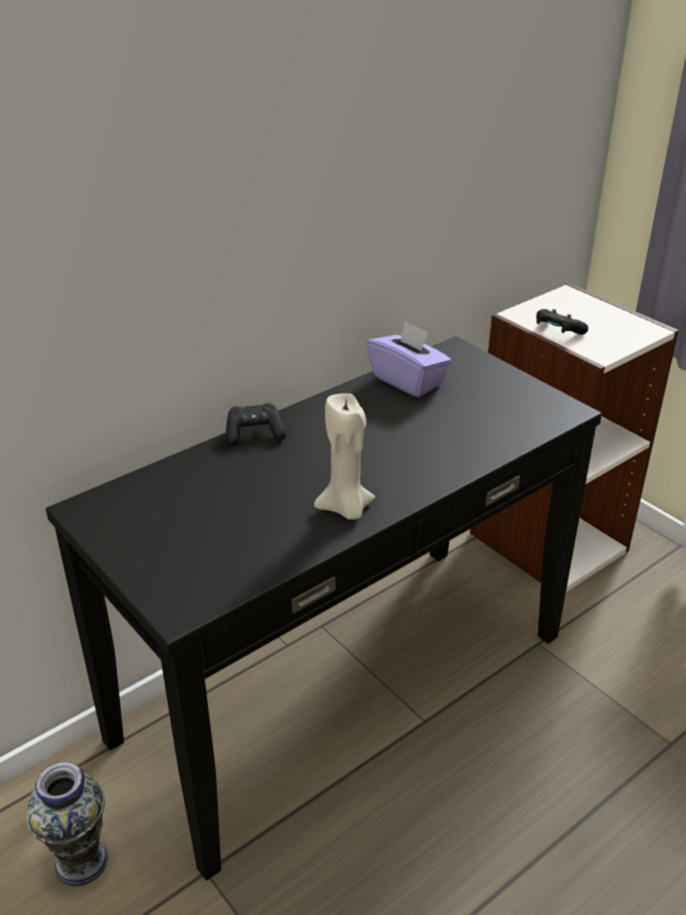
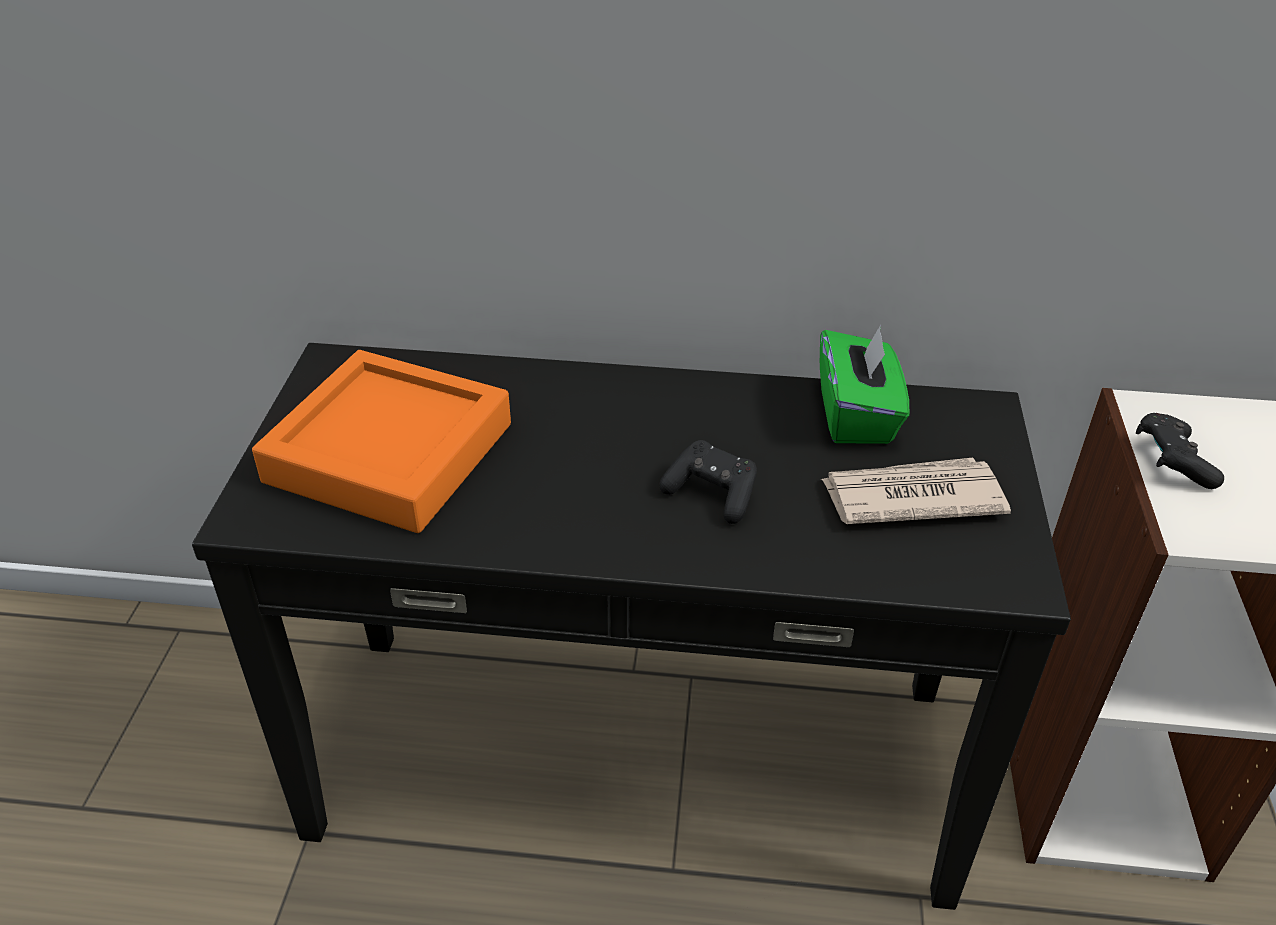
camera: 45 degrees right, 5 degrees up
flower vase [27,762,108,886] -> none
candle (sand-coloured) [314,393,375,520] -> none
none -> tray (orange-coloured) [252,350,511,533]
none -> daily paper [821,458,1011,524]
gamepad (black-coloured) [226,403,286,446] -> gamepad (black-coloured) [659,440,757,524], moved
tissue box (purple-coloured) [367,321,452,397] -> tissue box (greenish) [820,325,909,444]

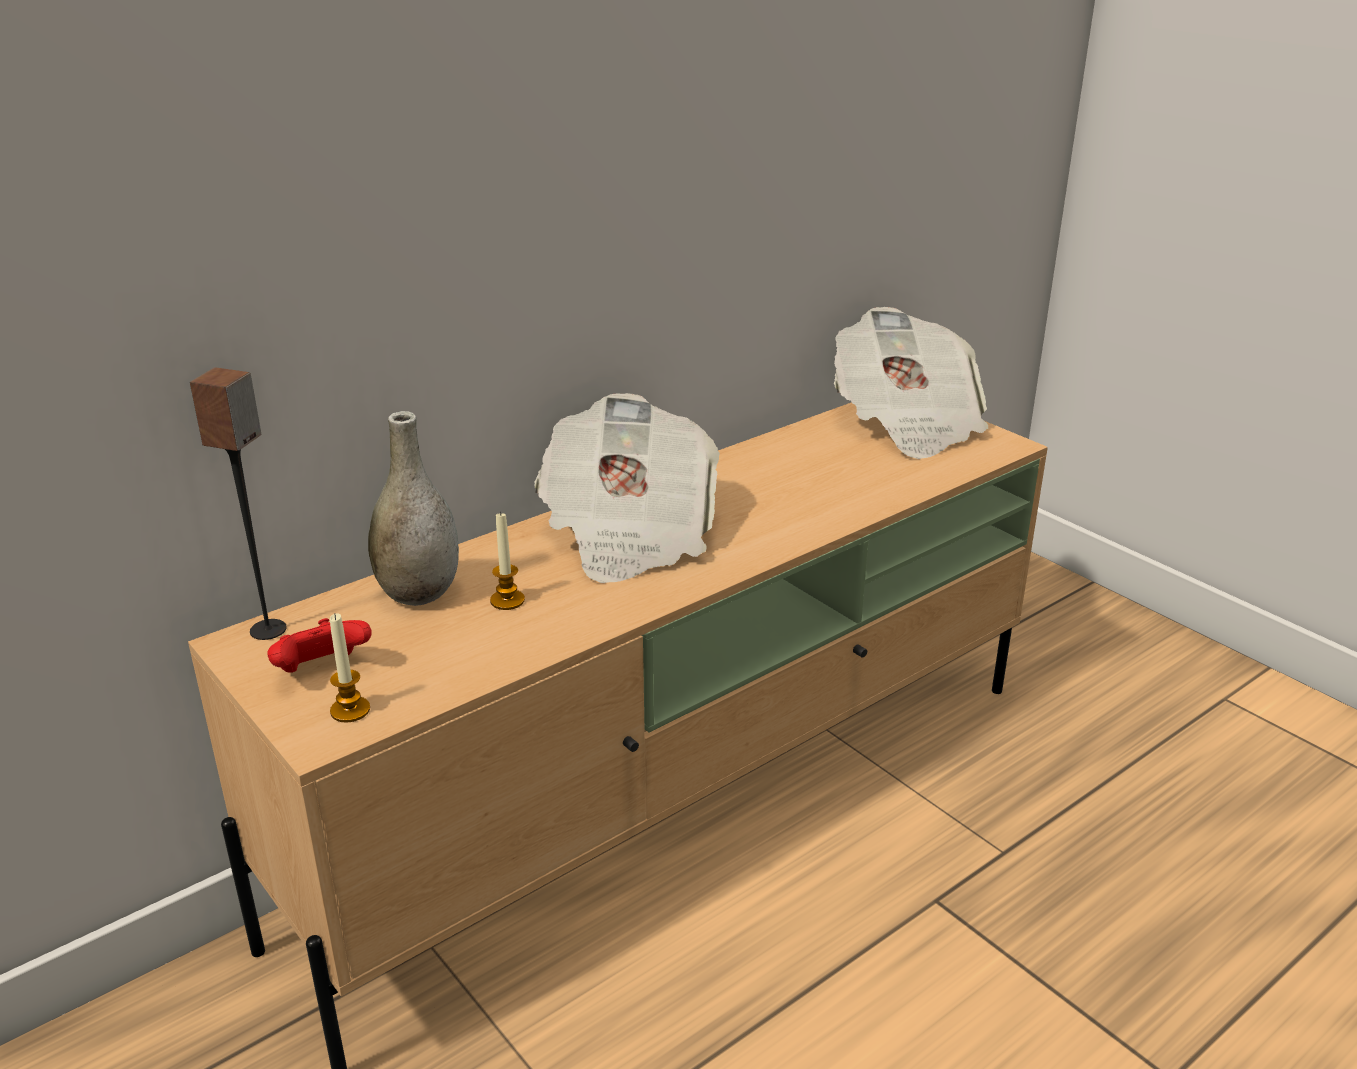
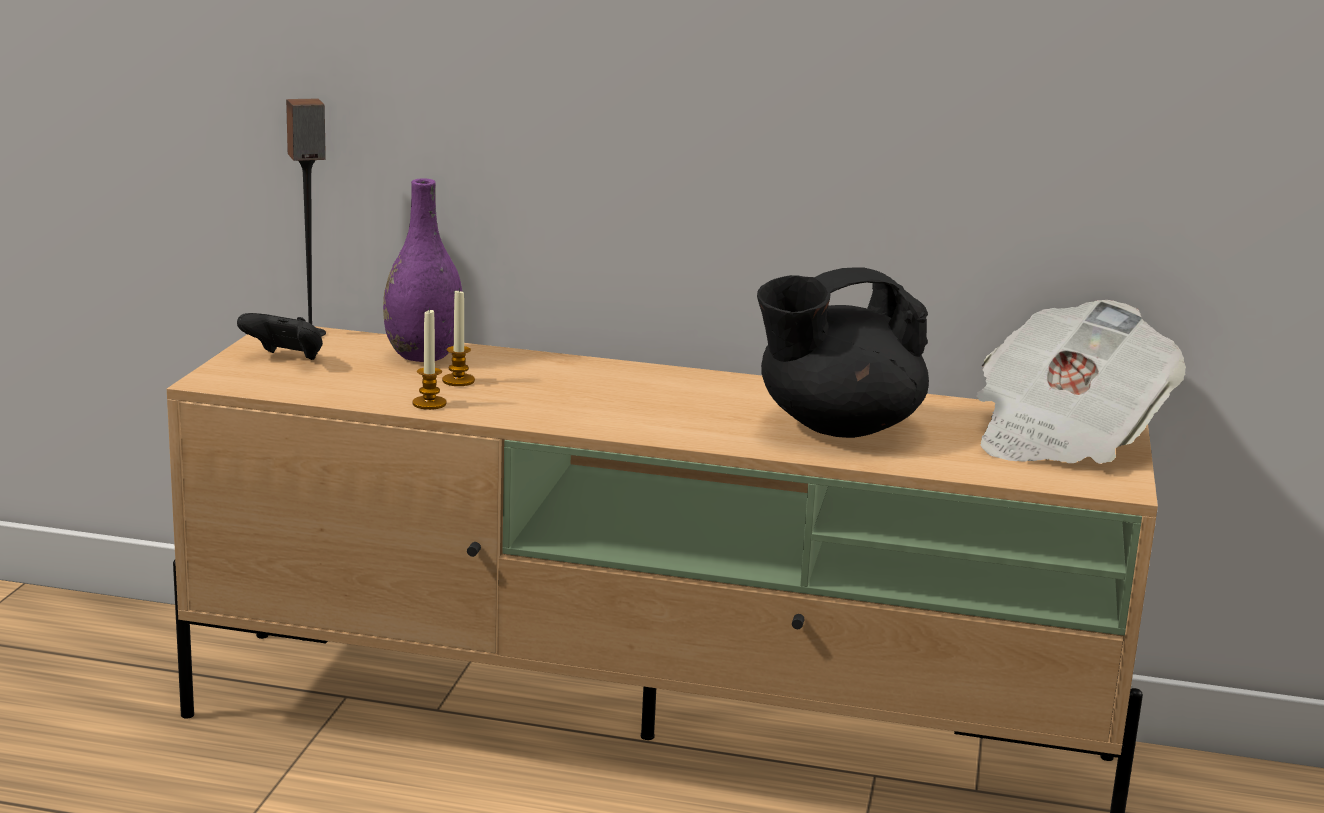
camera: 50 degrees right, 10 degrees down
daily paper [534,393,720,583] -> none
none -> tea pot (black-coloured) [757,267,929,438]
candle [330,613,370,723] -> candle [412,308,446,410], moved
gamepad (red) [267,618,372,673] -> gamepad (black-coloured) [237,313,323,360]
flower vase (grey) [368,411,459,606] -> flower vase (purple-coloured) [383,178,462,362]

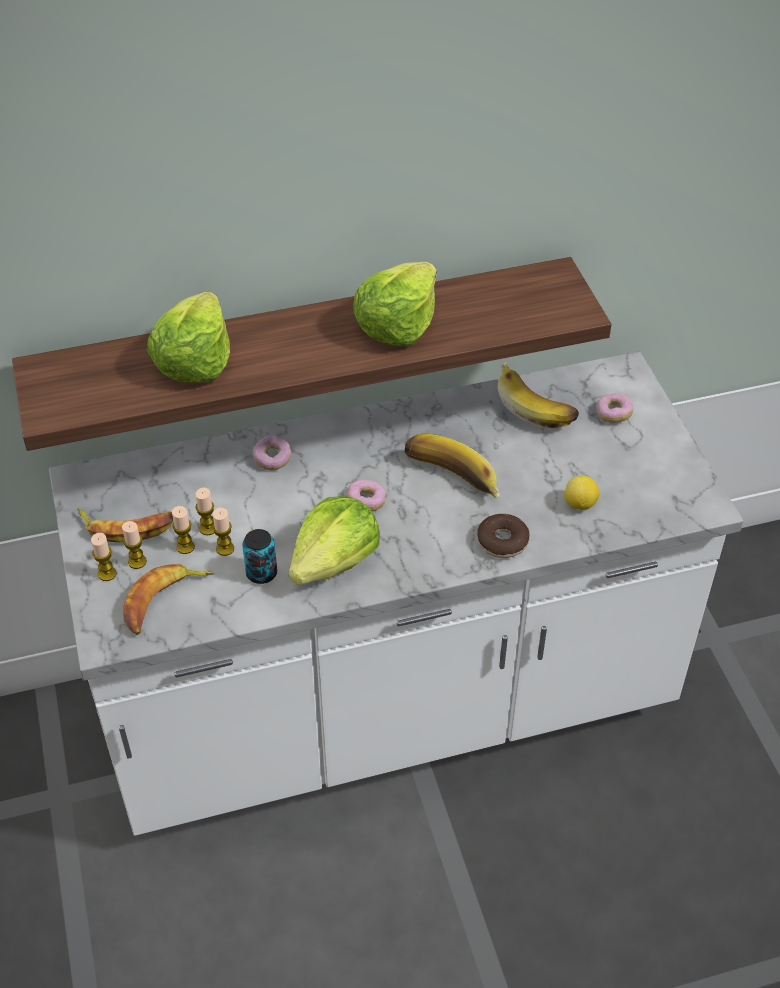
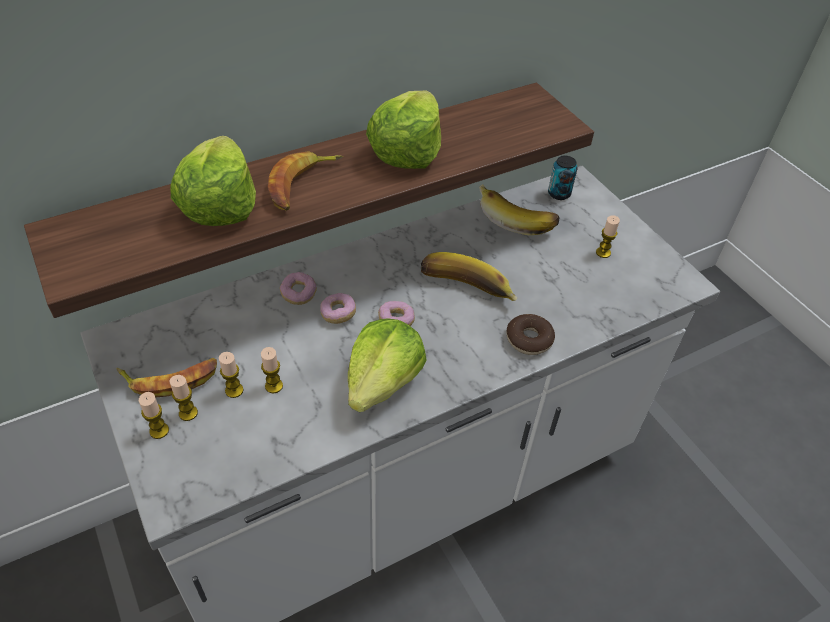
camera: 15 degrees left, 0 degrees up
citrus fruit [564,476,599,510] -> none
banana fruit [123,564,214,635] -> banana fruit [268,151,343,211], moved
candle [195,488,214,535] -> candle [596,215,620,258], moved
metal can [242,529,277,584] -> metal can [548,156,578,200], moved
doughnut [596,393,633,423] -> doughnut [320,293,356,324], moved

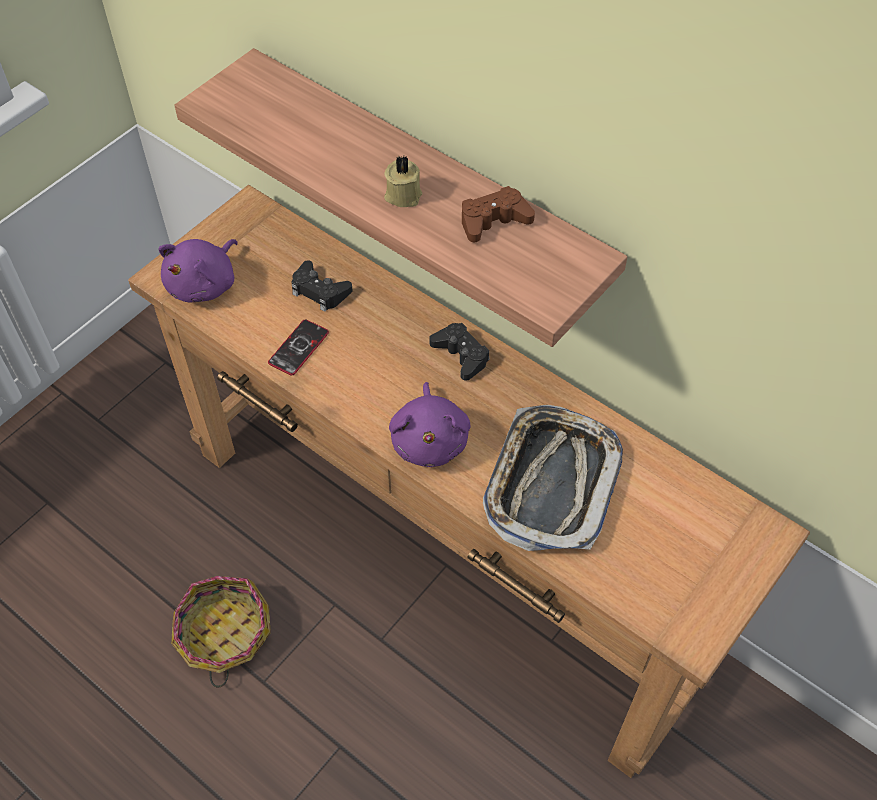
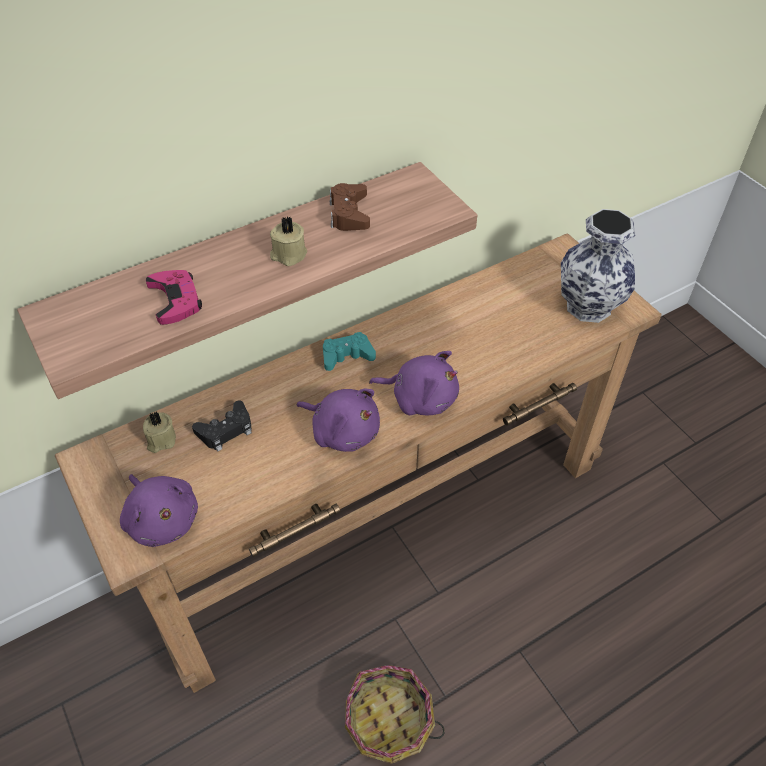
camera: 70 degrees left, 5 degrees down
handset [268,319,329,376] -> none
tray [483,405,623,551] -> none
none -> candle (sand-coloured) [143,411,176,453]
none -> gamepad (pink-coloured) [146,270,202,325]
none -> soft toy (purple-coloured) [296,388,380,452]
none -> flower vase [561,209,636,323]
gamepad (black-coloured) [429,323,490,381] -> gamepad (turquoise-coloured) [323,332,376,371]

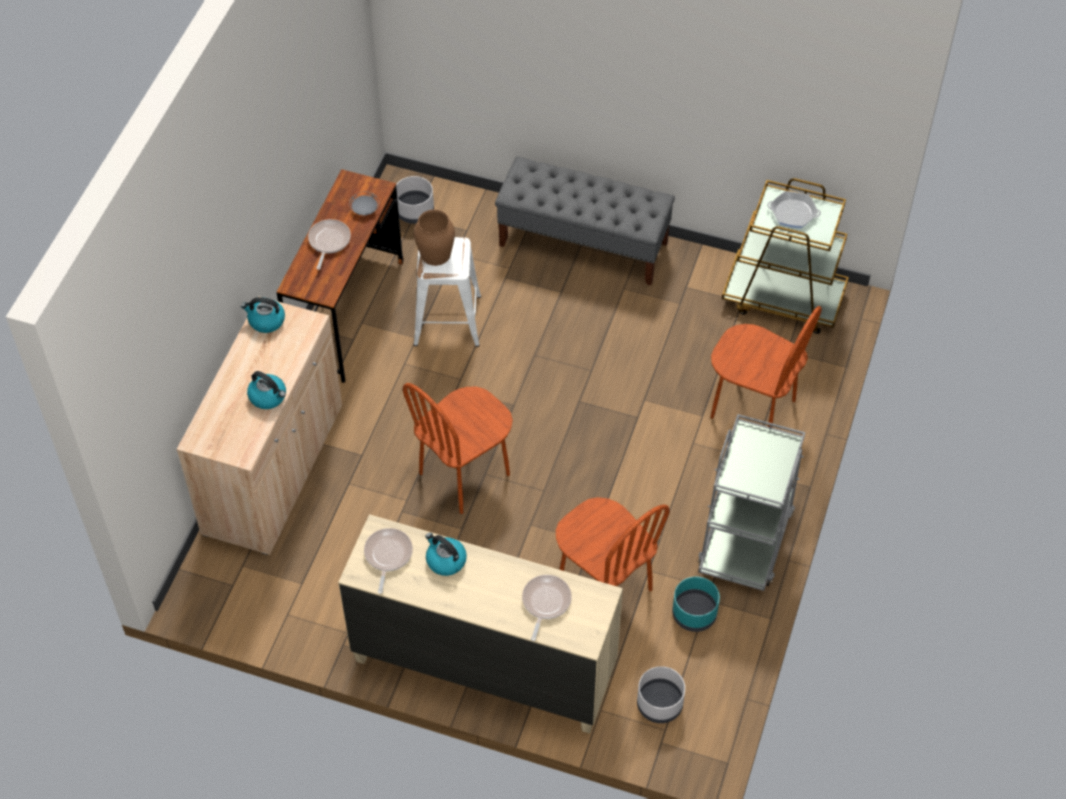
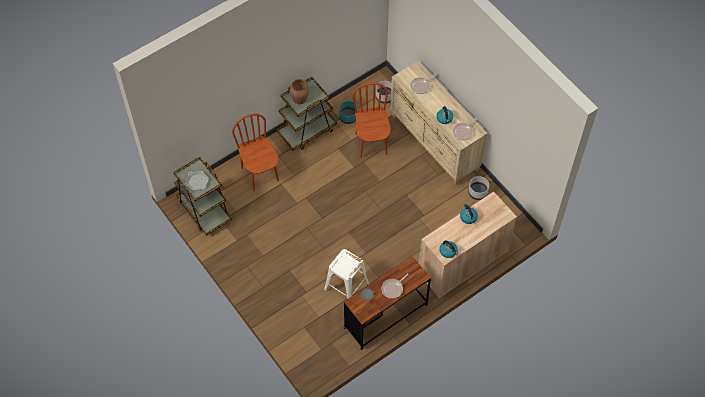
camera: 145 degrees left, 5 degrees up
plain chair (brown) [403,383,513,514] -> none
bench (grey) [495,156,675,285] -> none
plant pot (grey) [396,176,434,224] -> plant pot (grey) [468,176,489,200], moved
flower vase (brown) [414,210,455,266] -> flower vase (brown) [290,79,309,104], moved
trolley (grey) [698,414,805,591] -> trolley (brown) [276,77,337,151]

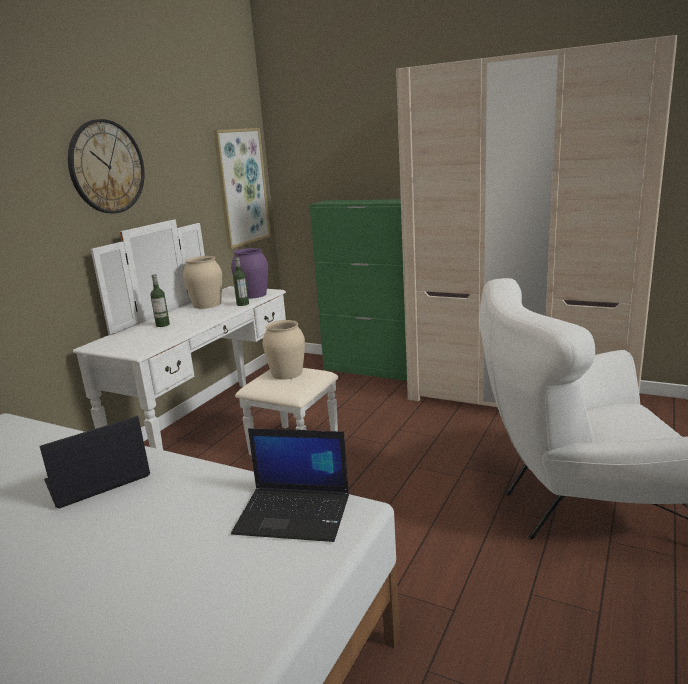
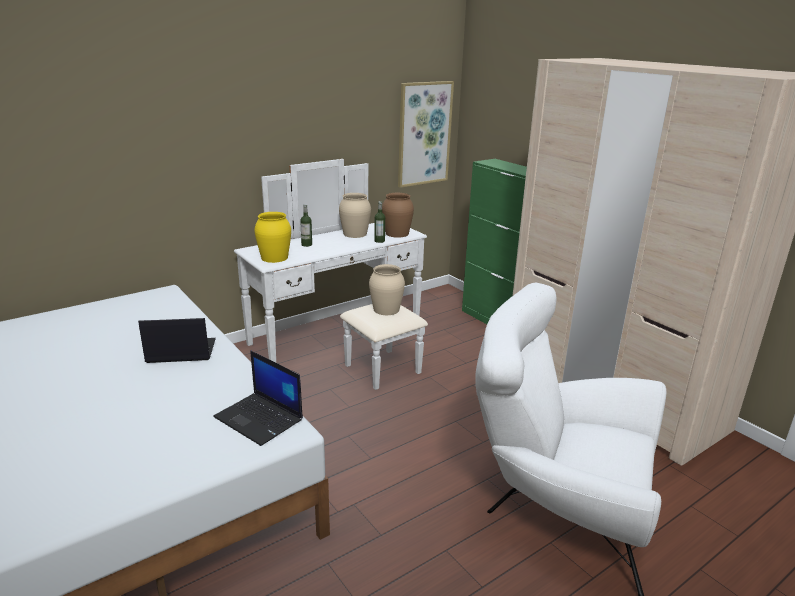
camera: 25 degrees right, 5 degrees up
clock on the wall [68,119,144,213] -> none
none -> flower vase (yellow) [254,212,291,263]
flower vase (purple-coloured) [231,248,268,299] -> flower vase (brown) [382,193,414,238]

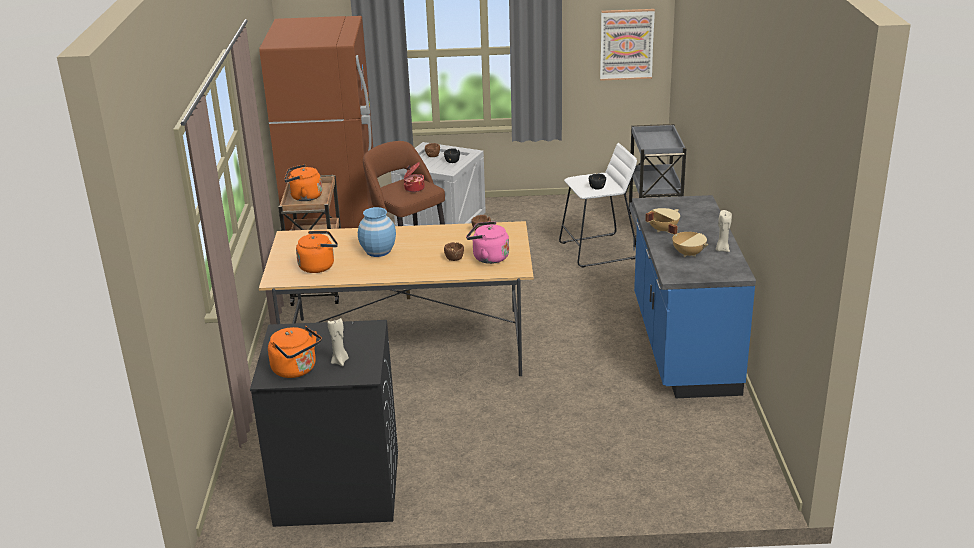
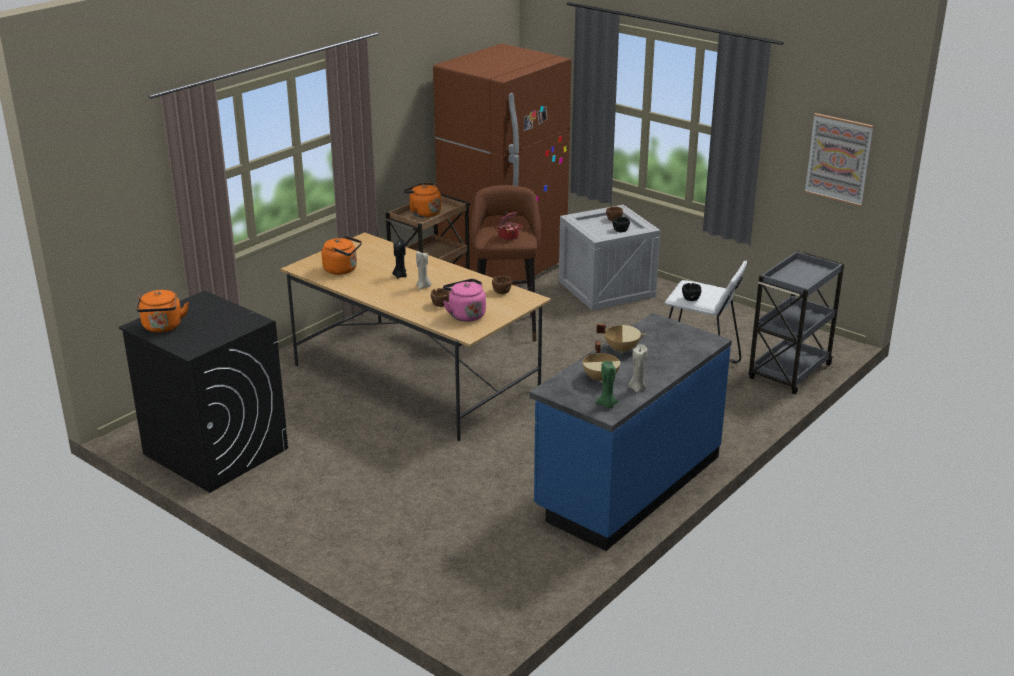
camera: 40 degrees right, 0 degrees up
none -> candle (greenish) [595,361,619,408]
candle (sand-coloured) [328,318,349,366] -> candle (sand-coloured) [416,251,431,289], moved
flower vase (blue) [358,207,396,257] -> candle (black-coloured) [392,239,407,279]

